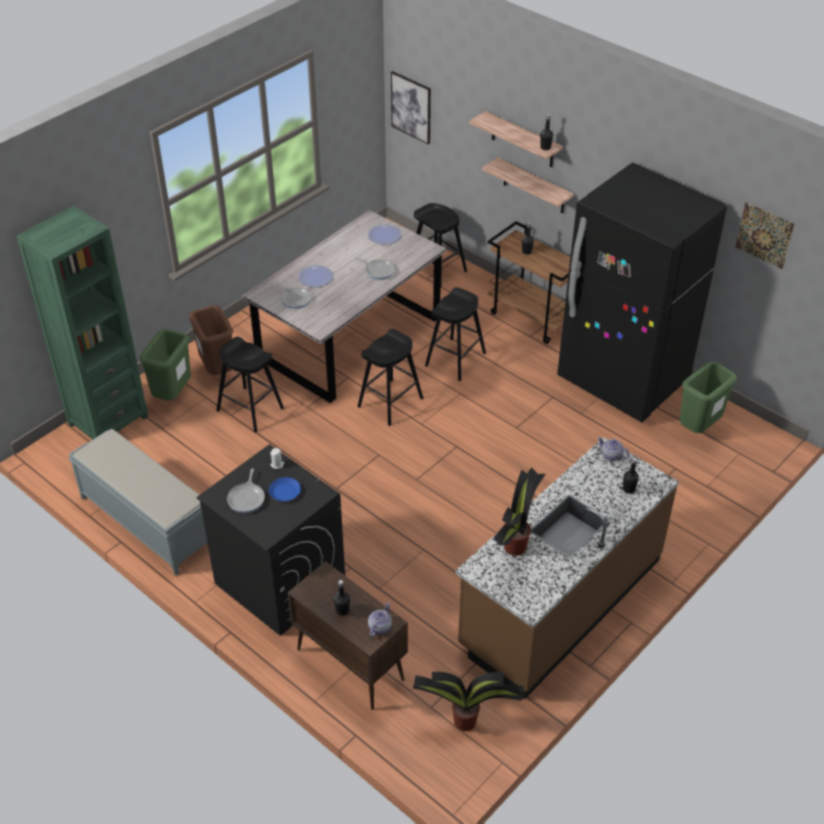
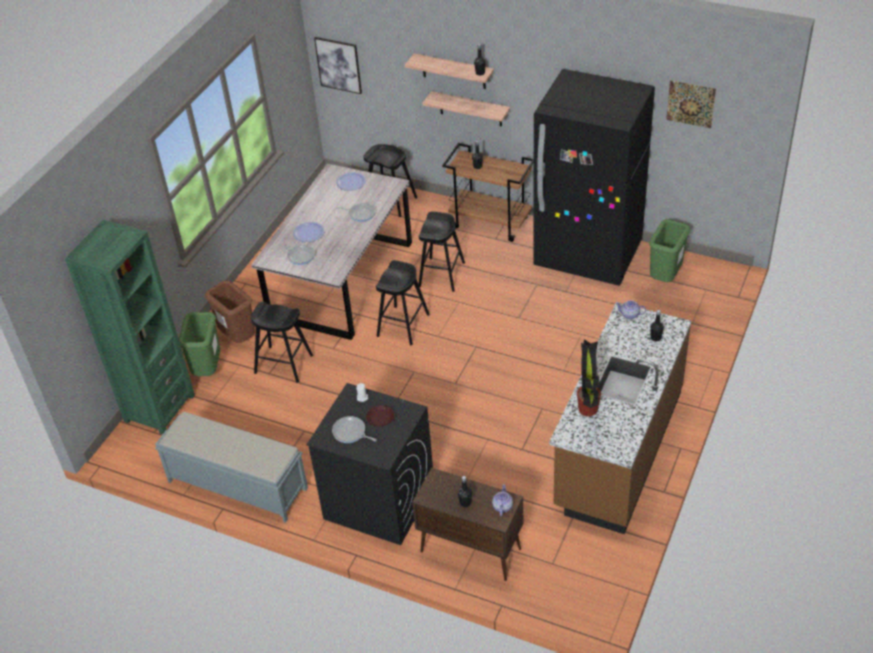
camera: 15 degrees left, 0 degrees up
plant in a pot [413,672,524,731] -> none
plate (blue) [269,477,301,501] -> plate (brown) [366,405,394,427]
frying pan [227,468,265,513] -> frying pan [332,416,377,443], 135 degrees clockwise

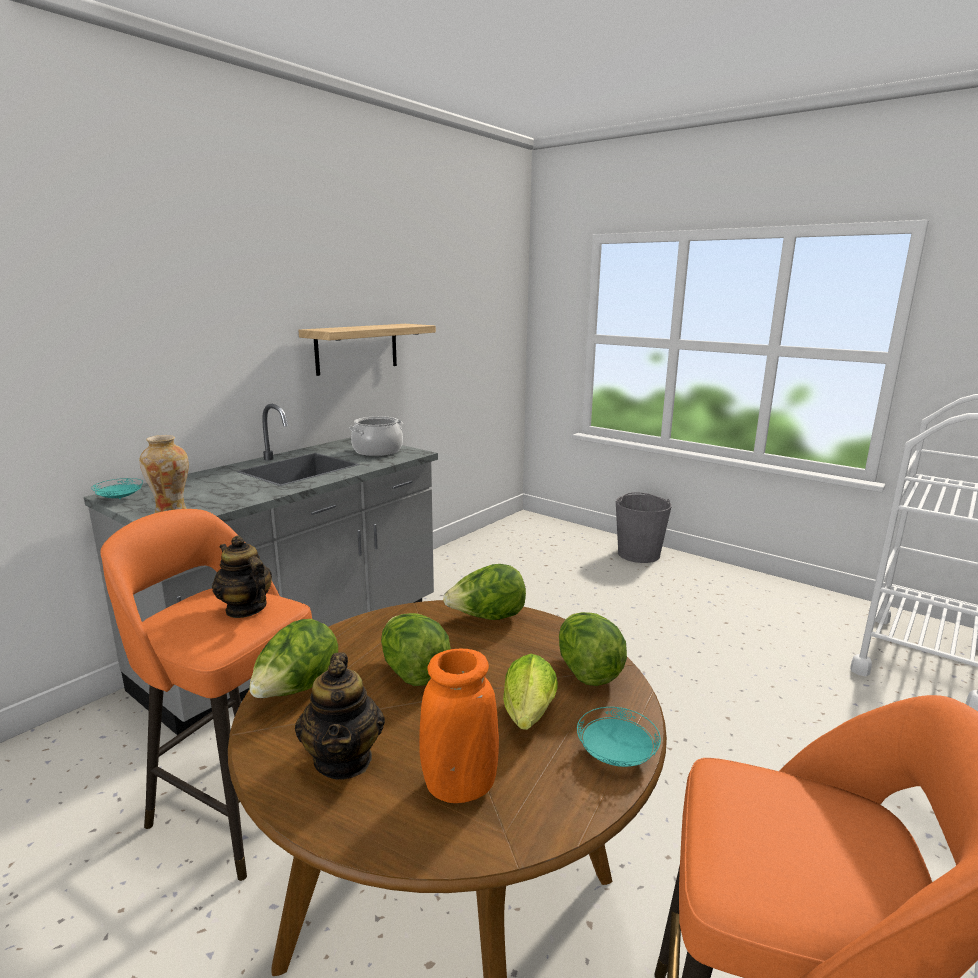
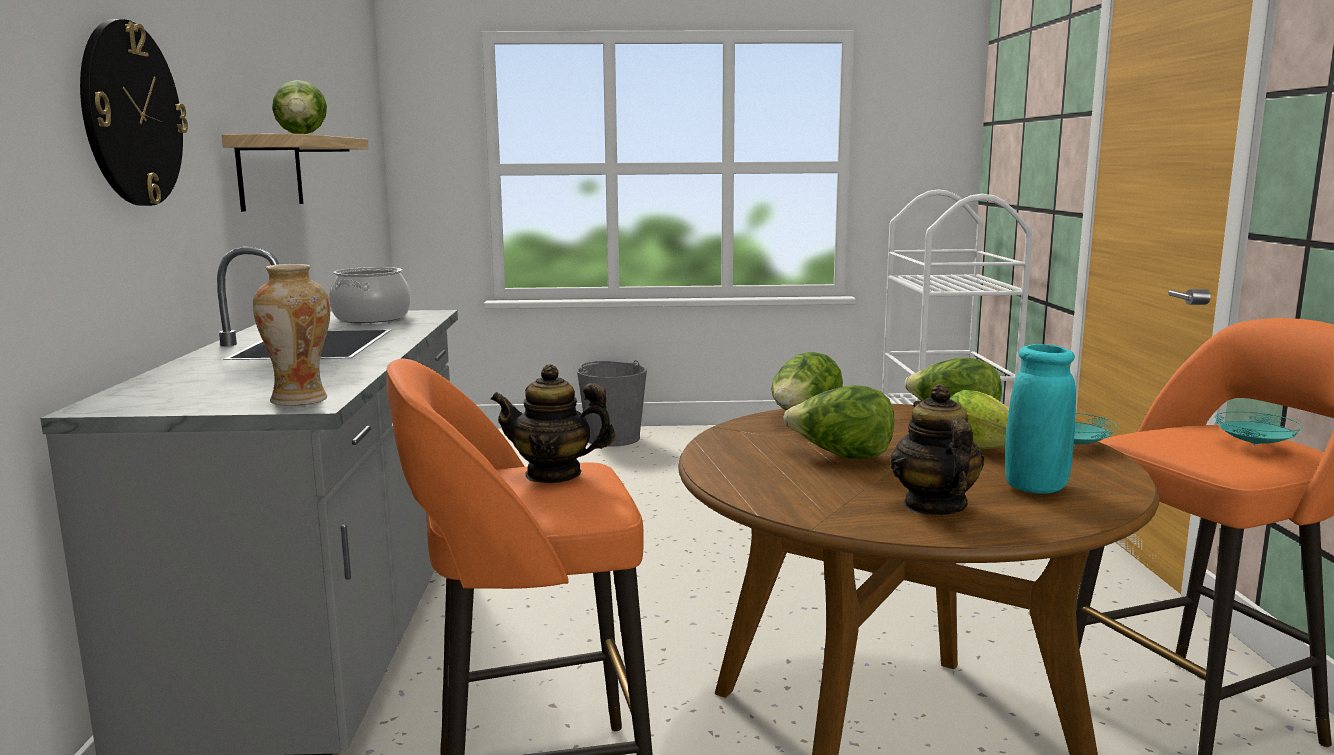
camera: 40 degrees left, 5 degrees down
none -> clock on the wall [80,19,188,206]
plate (turquoise-coloured) [91,478,143,499] -> plate (turquoise-coloured) [1215,411,1303,446], moved
lettuce head [249,619,338,698] -> lettuce head [272,80,327,134], moved
flower vase (orange-coloured) [419,649,499,803] -> flower vase (turquoise-coloured) [1005,344,1076,494]
tea pot [295,652,385,779] -> tea pot [890,384,984,515], 135 degrees counterclockwise

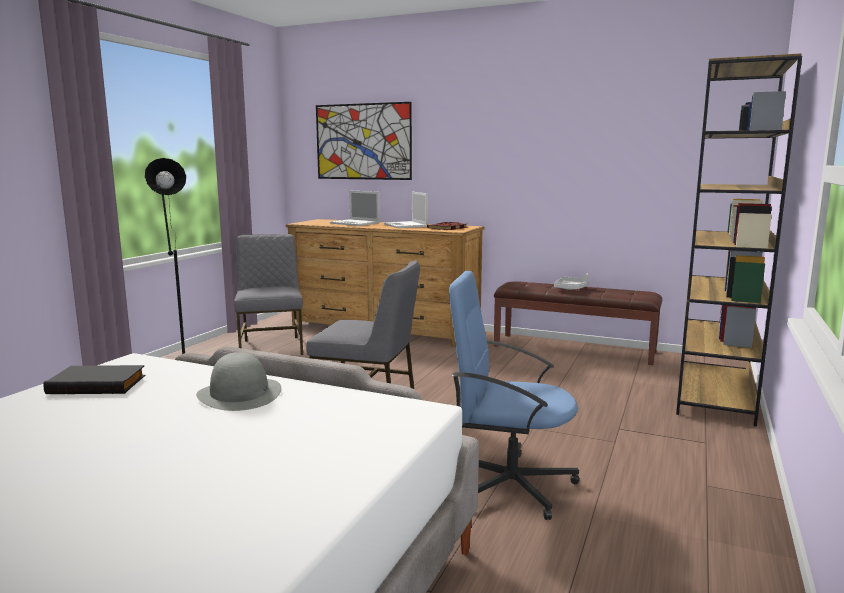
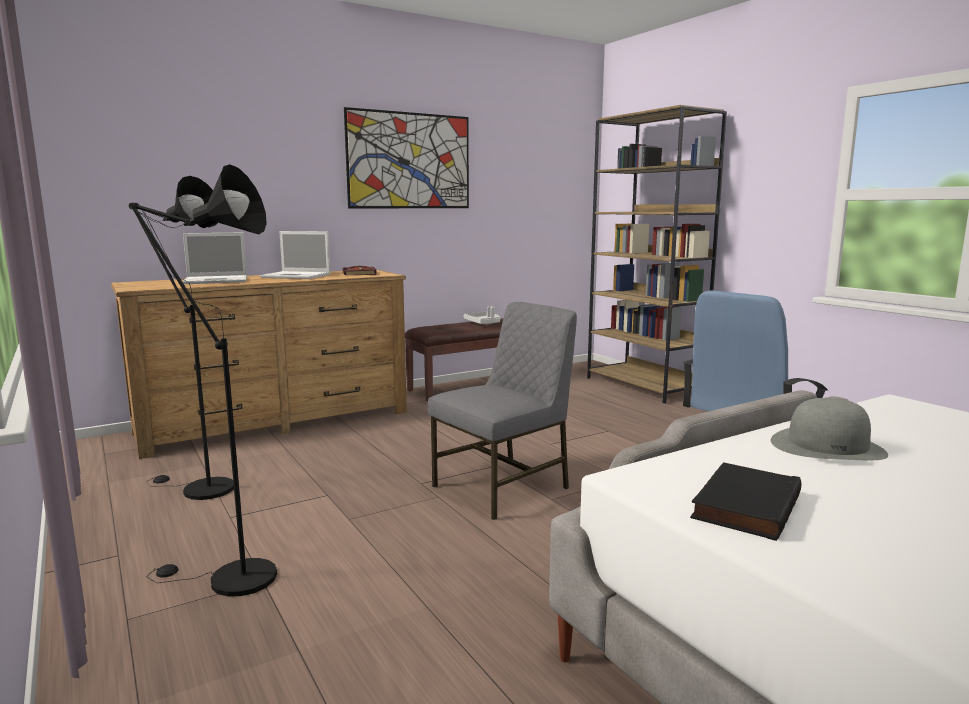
camera: 55 degrees left, 0 degrees up
wall picture [316,102,412,180] -> wall picture [344,107,469,208], moved
plain chair (grey) [234,234,303,355] -> standard lamp (black-coloured) [137,176,234,500]

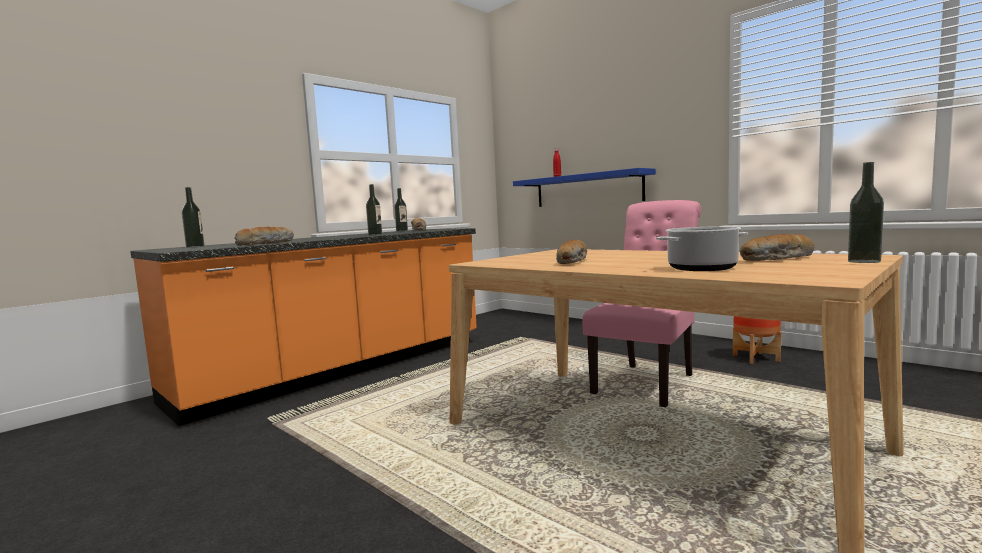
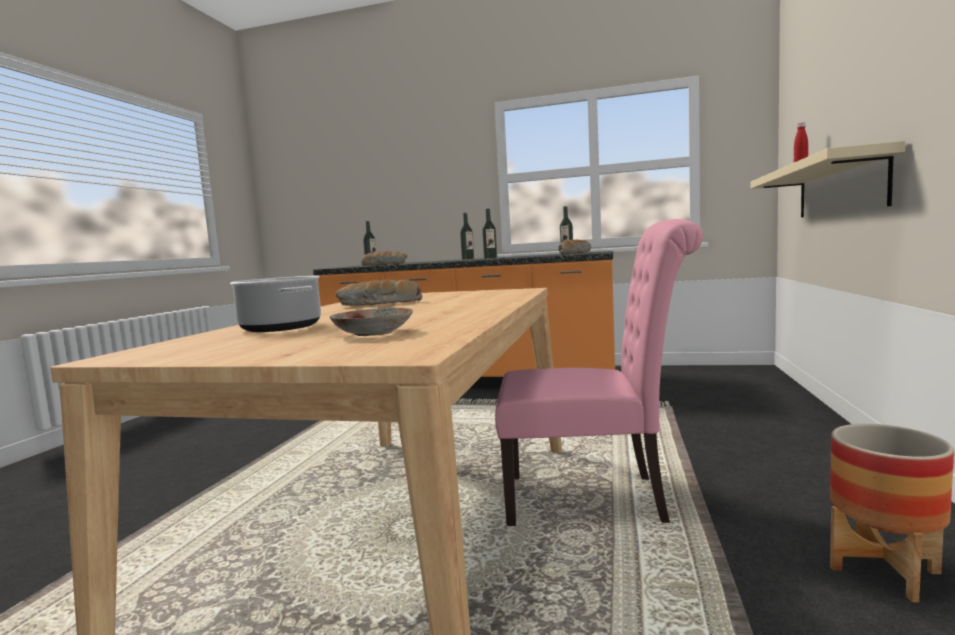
camera: 60 degrees right, 0 degrees up
drink bottle [848,162,884,263] -> drink bottle [460,213,474,260], moved
baked bread [740,234,815,261] -> plate [329,308,413,336]
wall shelf (blue) [513,168,656,207] -> wall shelf (sand-coloured) [750,141,905,217]

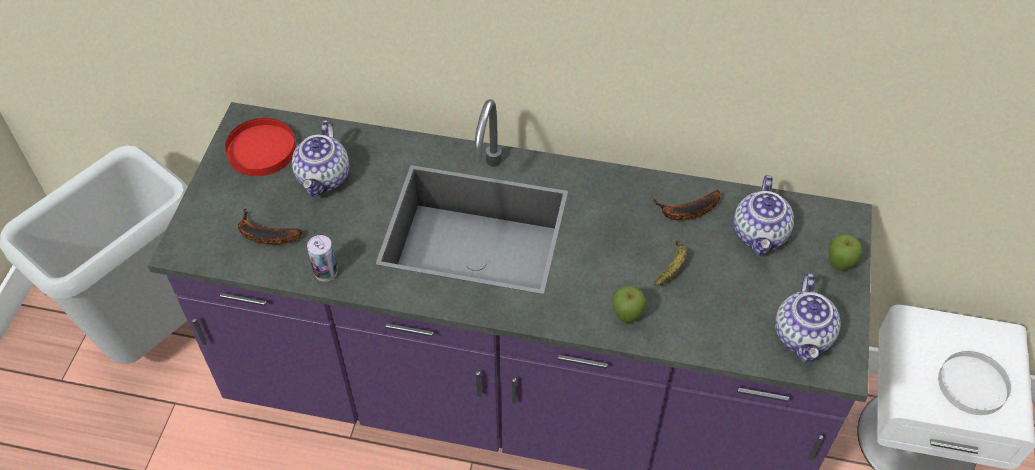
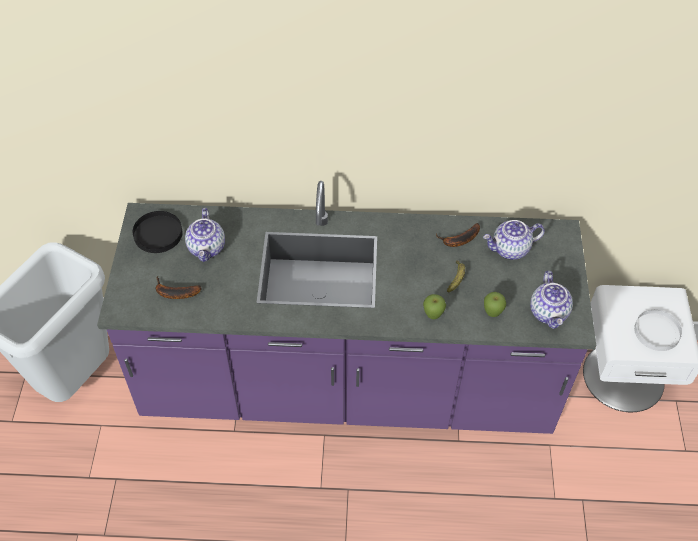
camera: 10 degrees left, 0 degrees up
metal can [307,235,338,282] -> none
apple [829,234,862,271] -> apple [484,292,506,317], moved
plate (red) [225,118,296,176] -> plate (black-coloured) [133,211,183,253]
tea pot [734,175,794,255] -> tea pot [483,220,545,260], 75 degrees clockwise

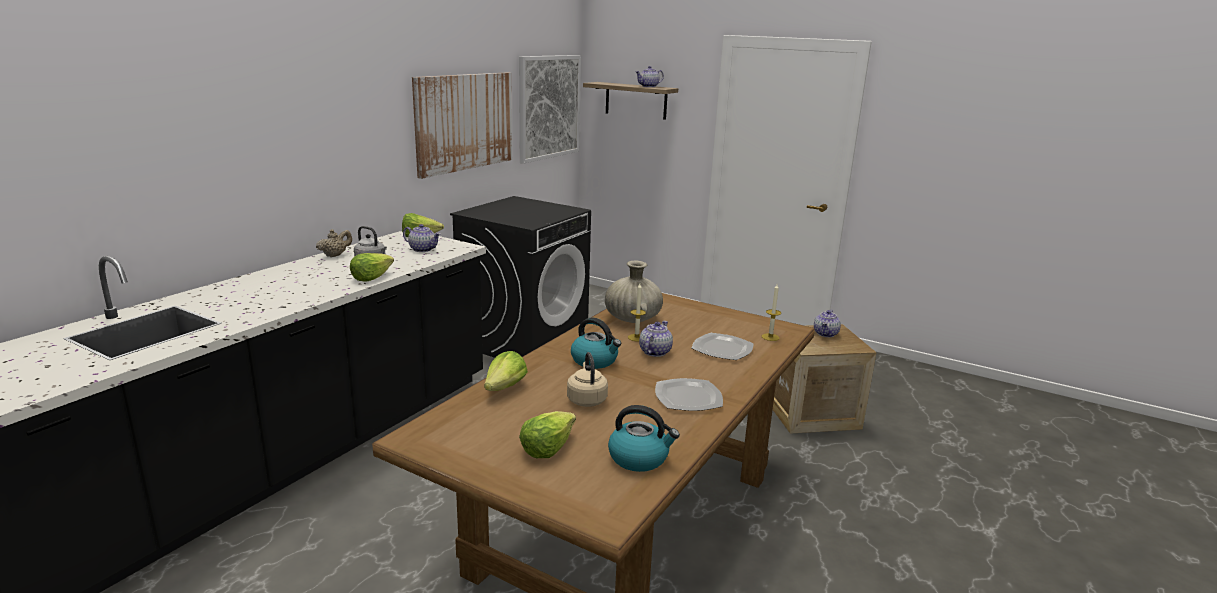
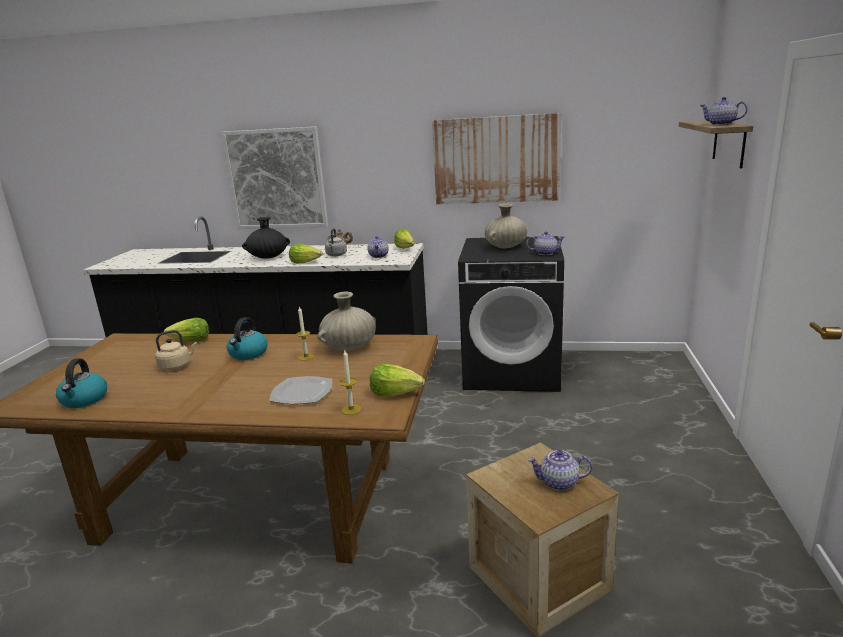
camera: 70 degrees right, 0 degrees up
plate [655,378,723,411] -> none
none -> flower vase (black-coloured) [242,217,290,259]
none -> flower vase (sand-coloured) [485,204,527,248]
wall picture [519,55,581,164] -> wall picture [221,126,328,229], moved
lettuce head [519,411,576,458] -> lettuce head [370,364,425,396], moved
tea pot [639,321,673,357] -> tea pot [526,231,565,255], moved

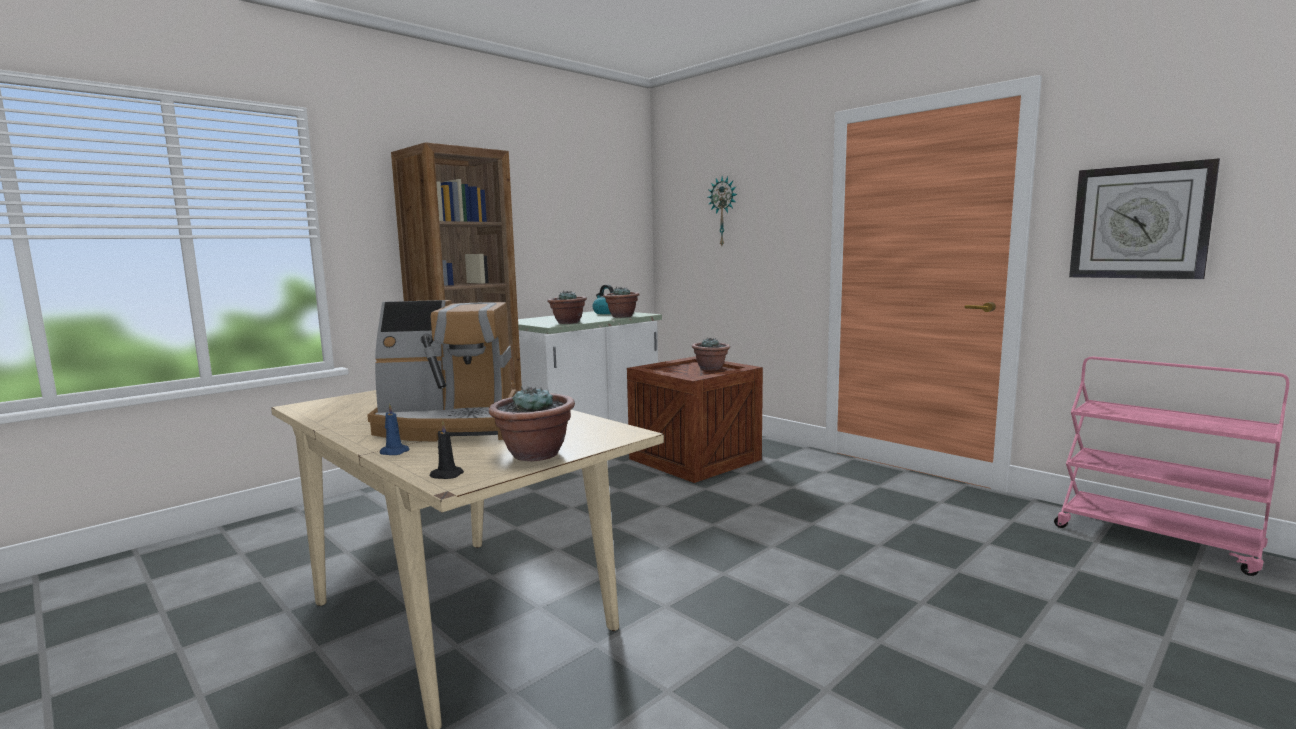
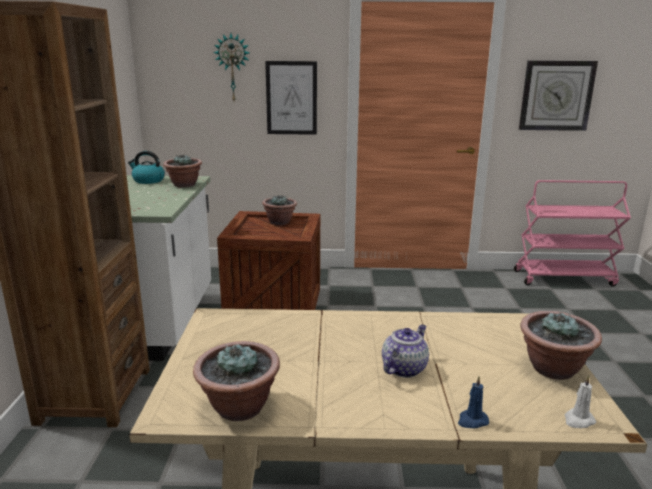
camera: 45 degrees left, 10 degrees up
none -> wall picture [265,61,317,135]
plant in a pot [547,291,587,324] -> plant in a pot [193,341,280,421], moved
coffee maker [367,300,516,441] -> tea pot [382,325,429,378]
candle (black-coloured) [429,421,464,479] -> candle (whitish) [565,375,596,428]

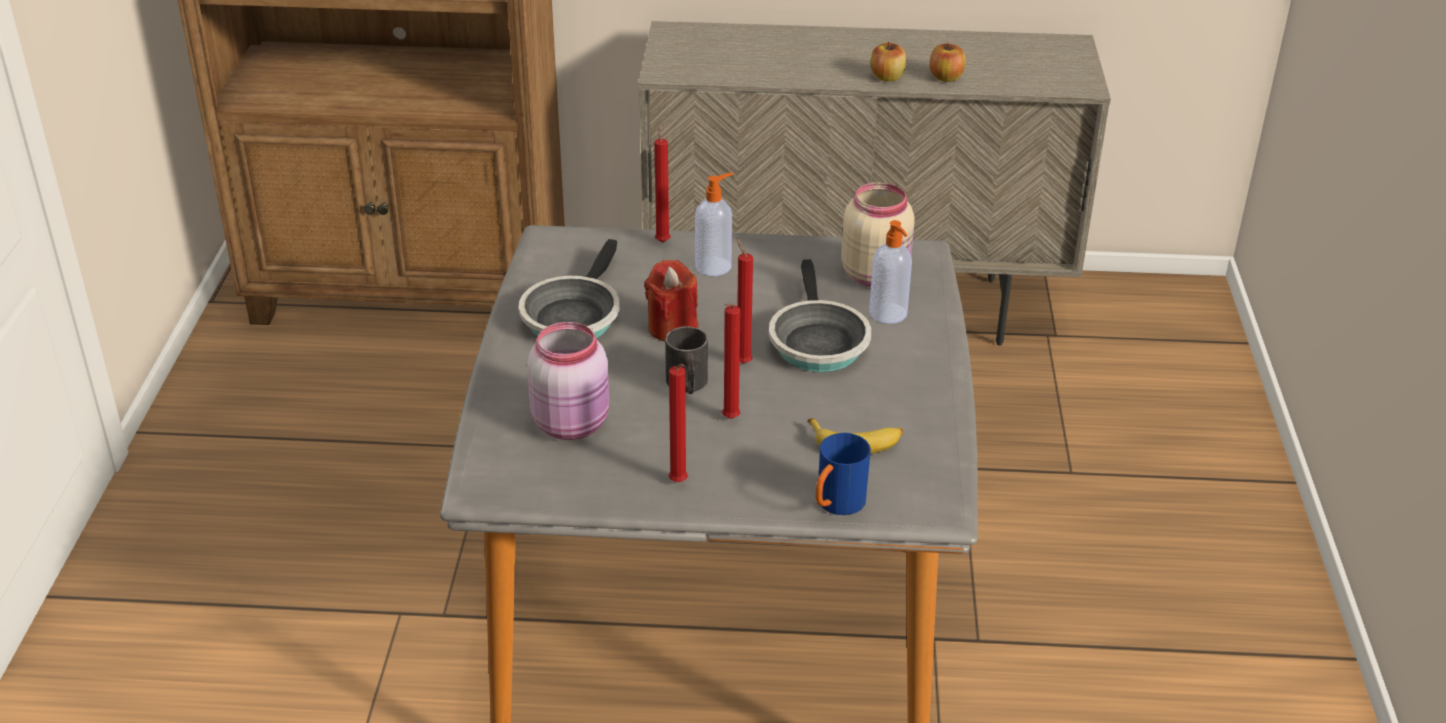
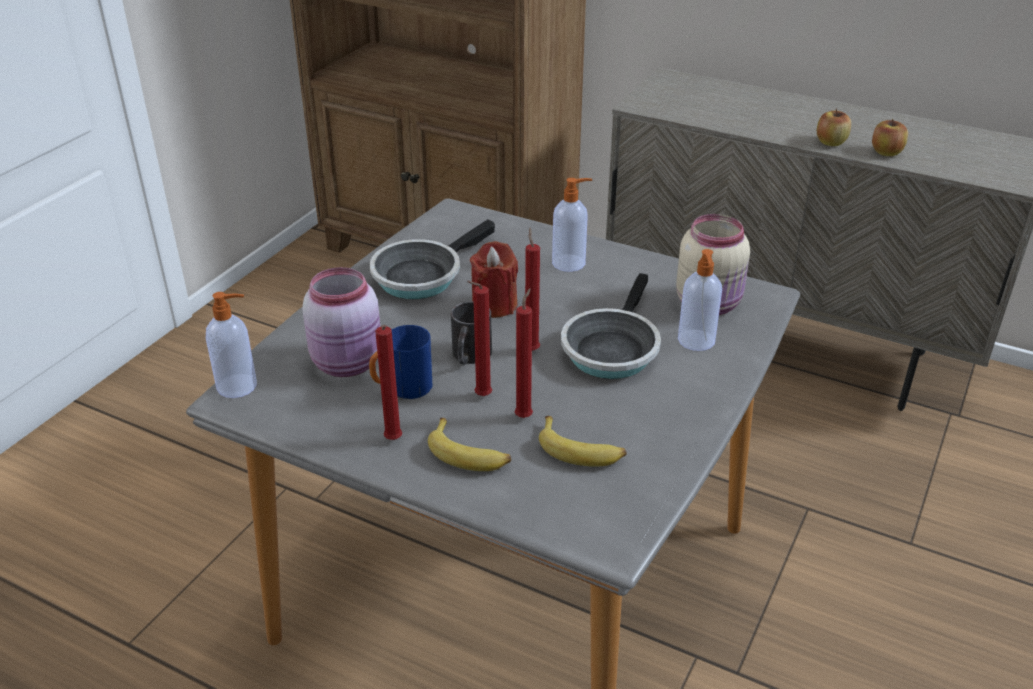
camera: 25 degrees right, 0 degrees up
none -> liquid soap bottle [206,292,257,398]
none -> banana fruit [428,418,511,471]
candle (red) [654,123,671,242] -> candle (red) [515,288,533,418], moved
mug (blue) [816,433,871,515] -> mug (blue) [369,325,432,399], moved

